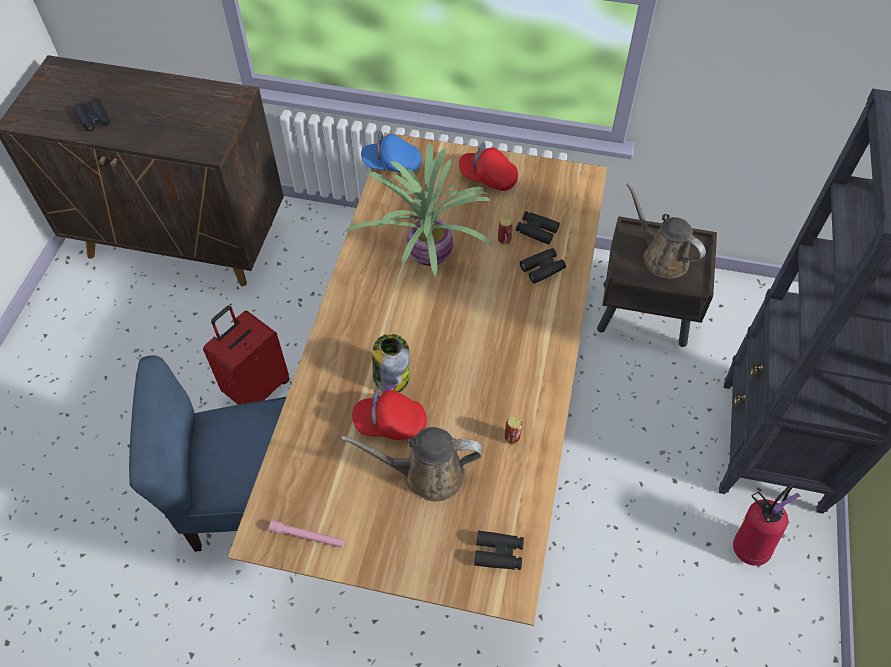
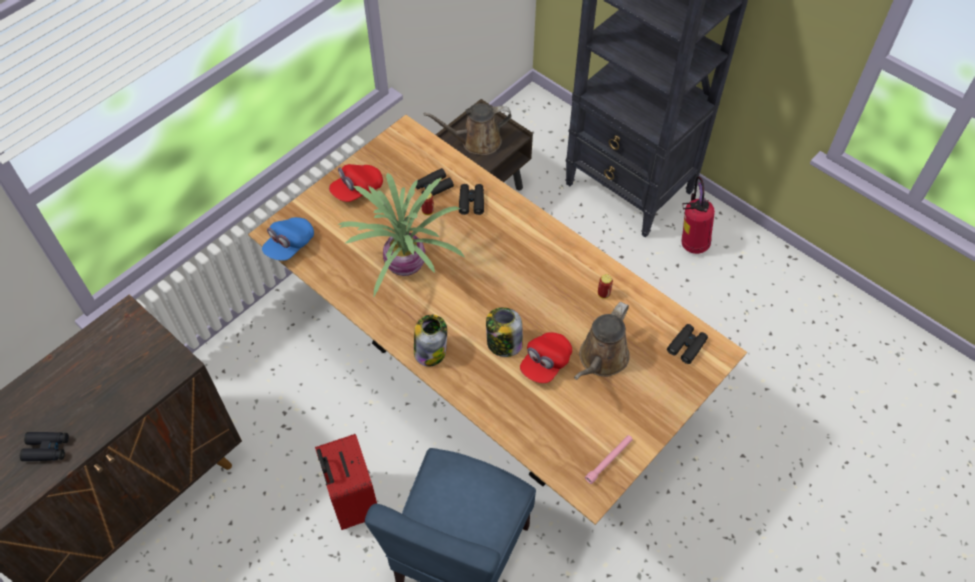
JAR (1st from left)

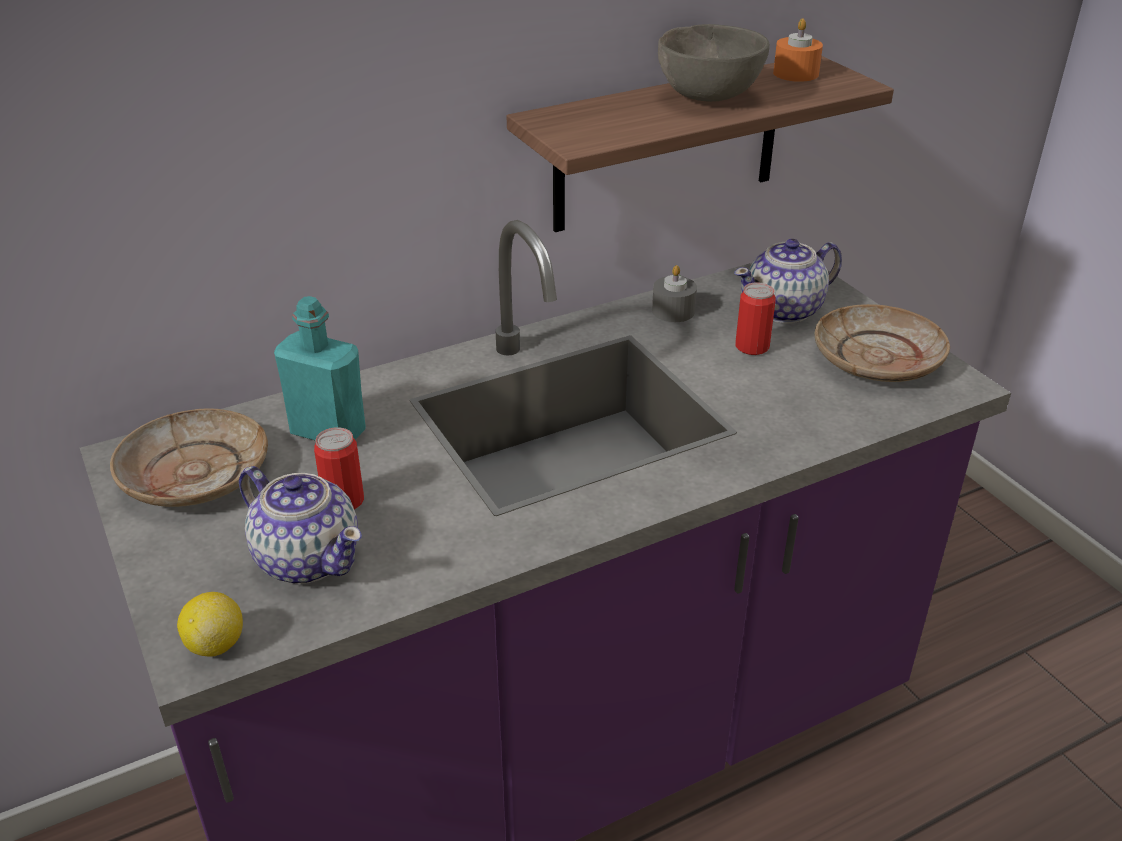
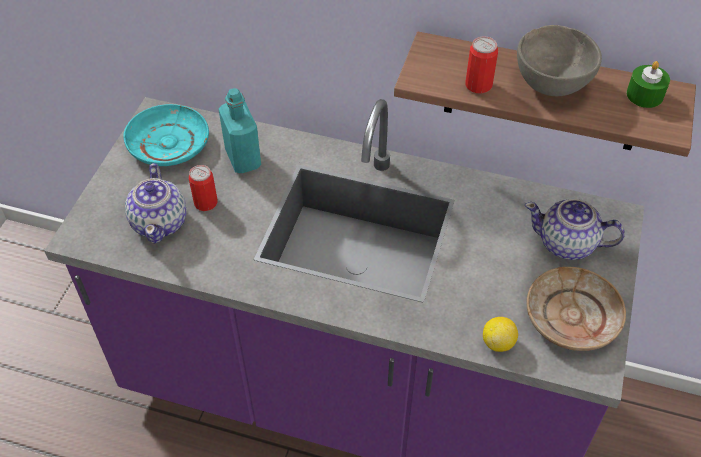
GREEN CANDLE
GREY CANDLE
CAN (2nd from left)
TURQUOISE PLATE
LEMON

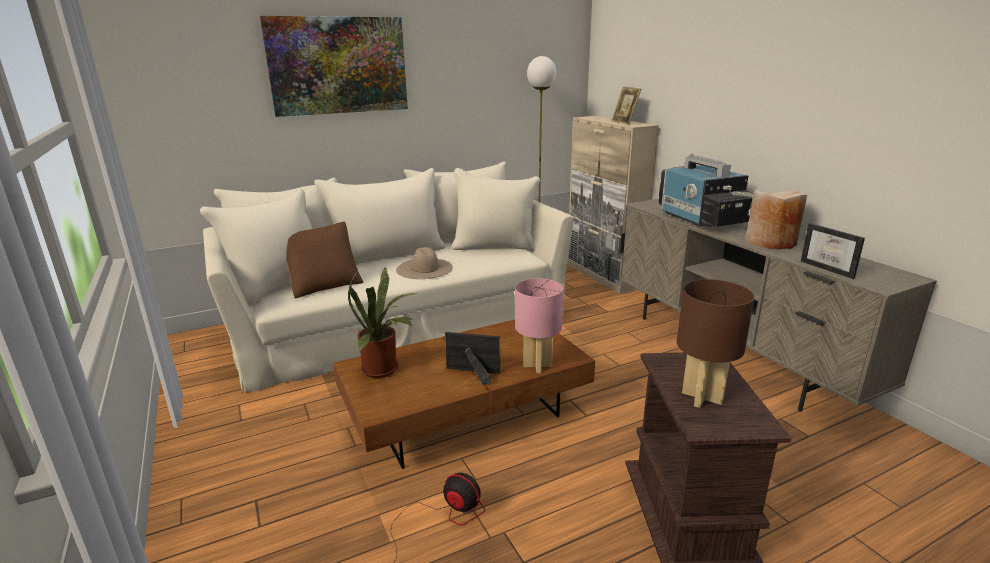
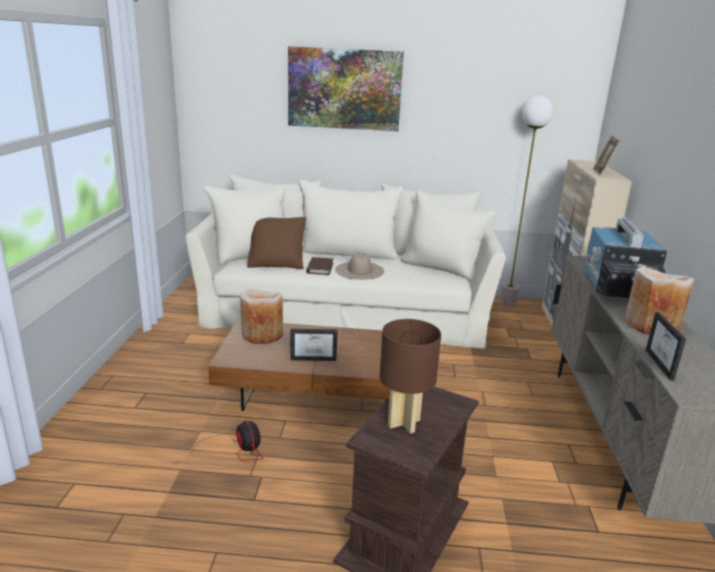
BEIGE VASE (1st from left)
PINK TABLE LAMP
PICTURE FRAME (1st from left)
BROWN BOOK

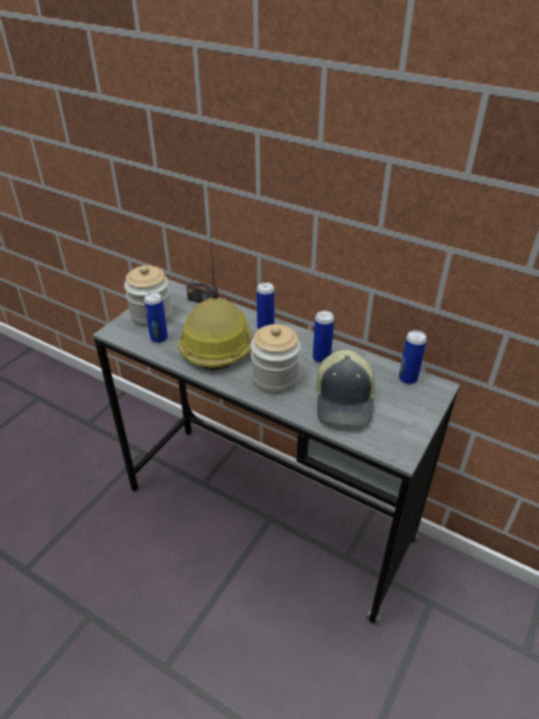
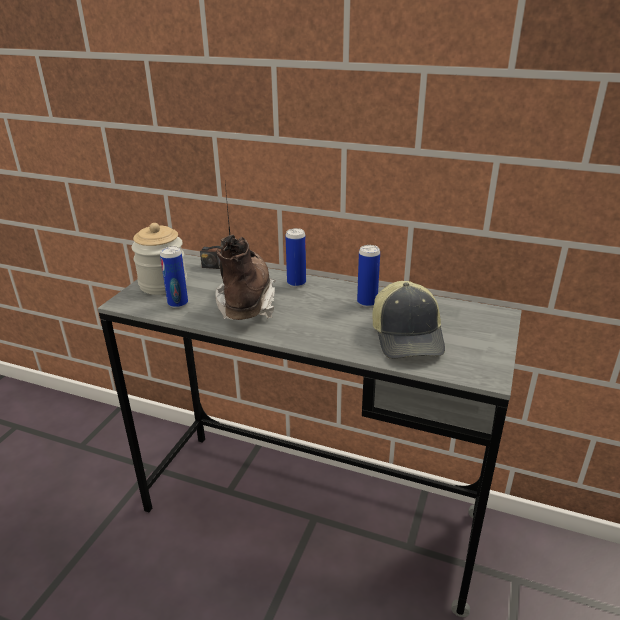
BROWN BOOT
JAR (2nd from left in the first image)
CAN (4th from left in the first image)

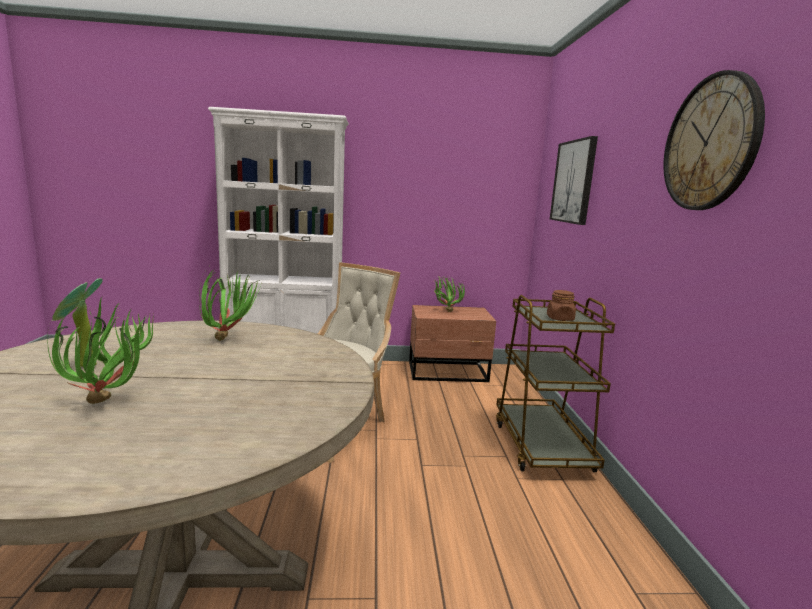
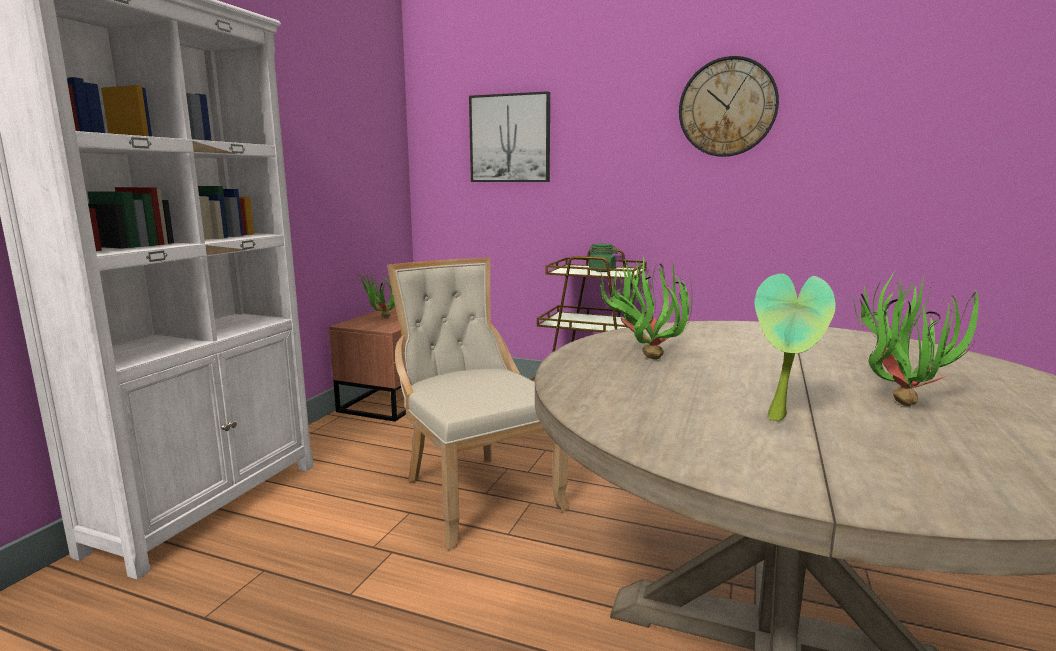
GREEN JAR

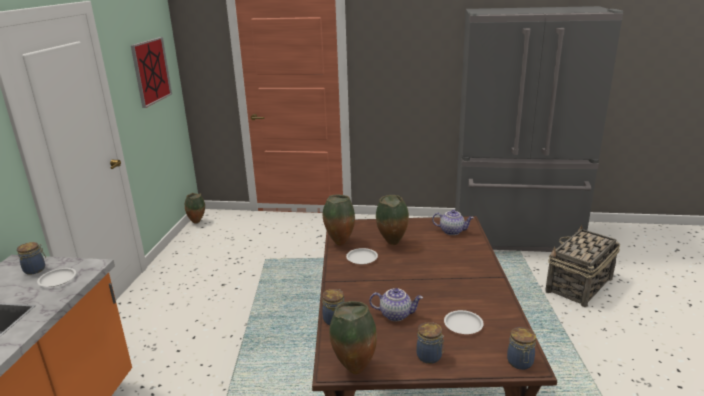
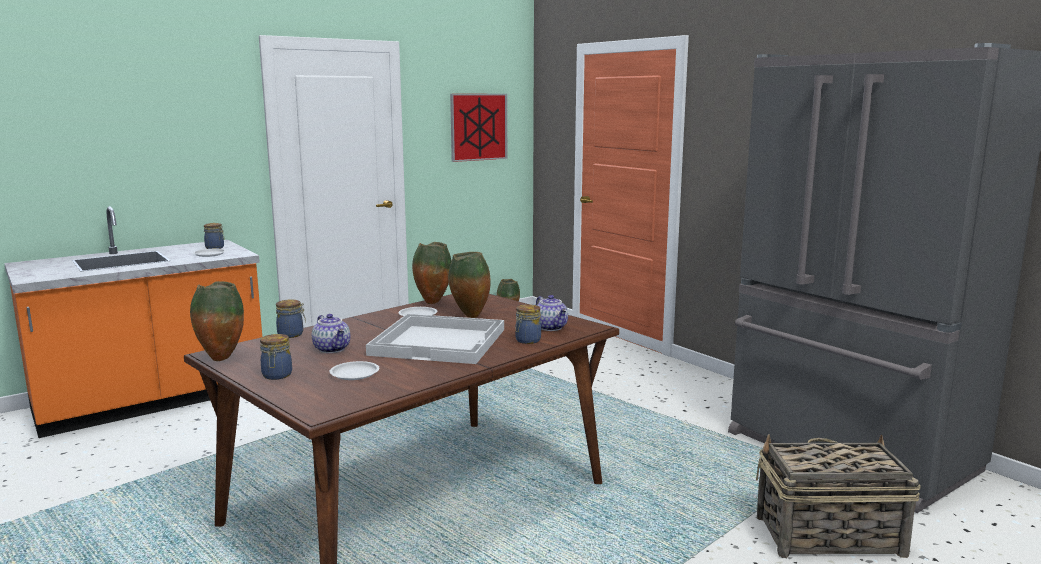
JAR (4th from left)
WHITE TRAY

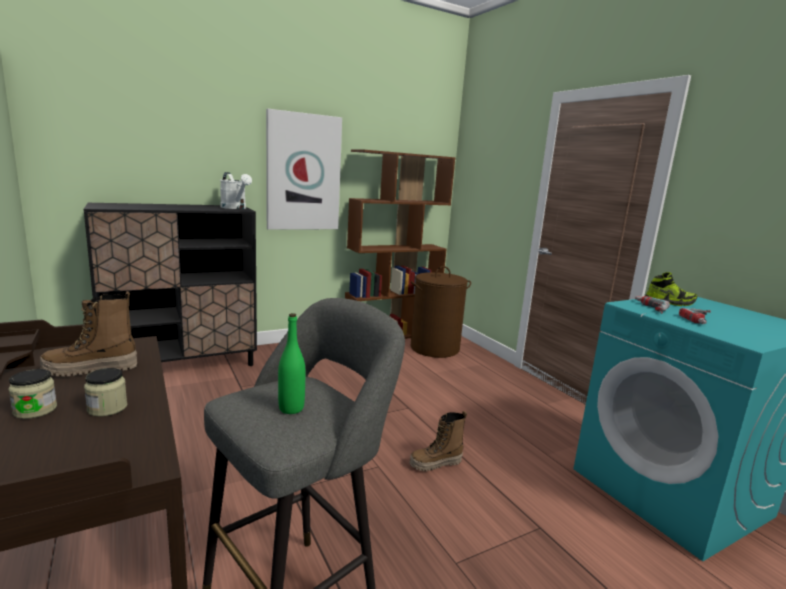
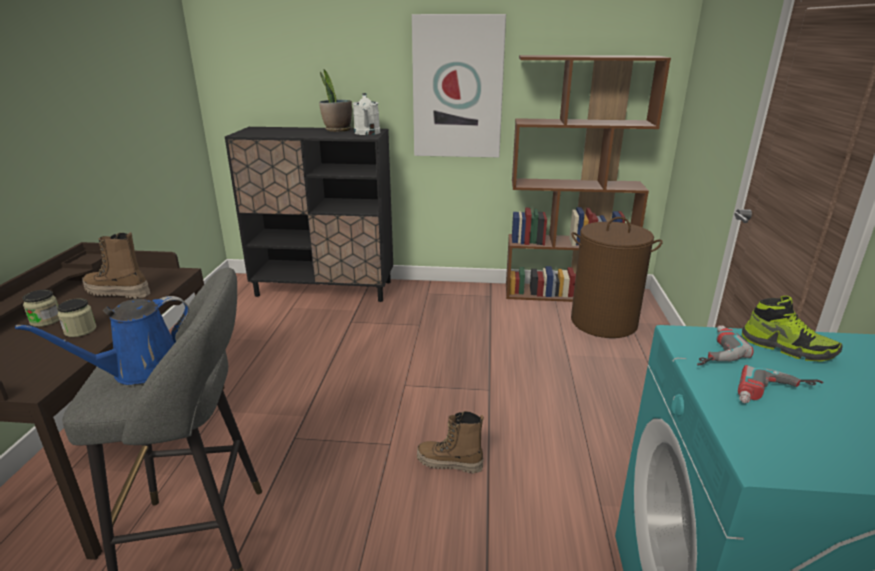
BLUE WATERING CAN
POTTED PLANT

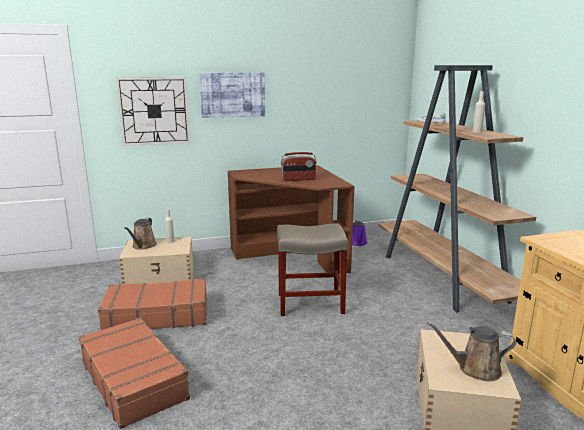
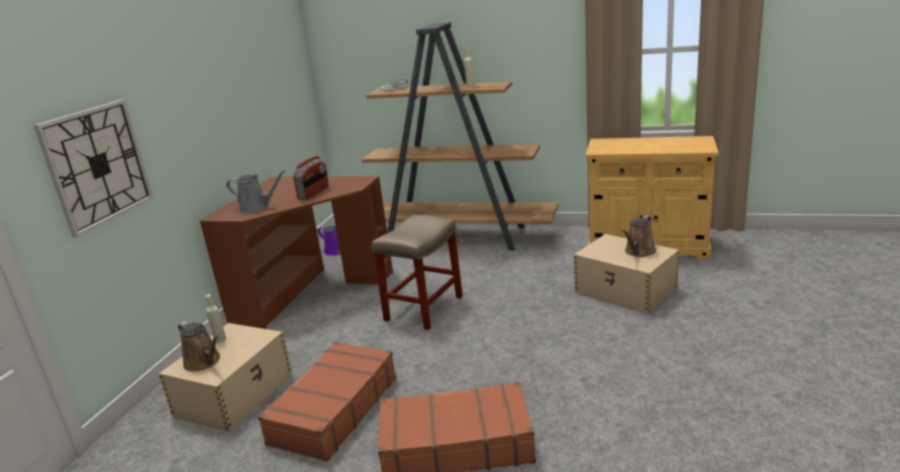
PICTURE
GREY WATERING CAN

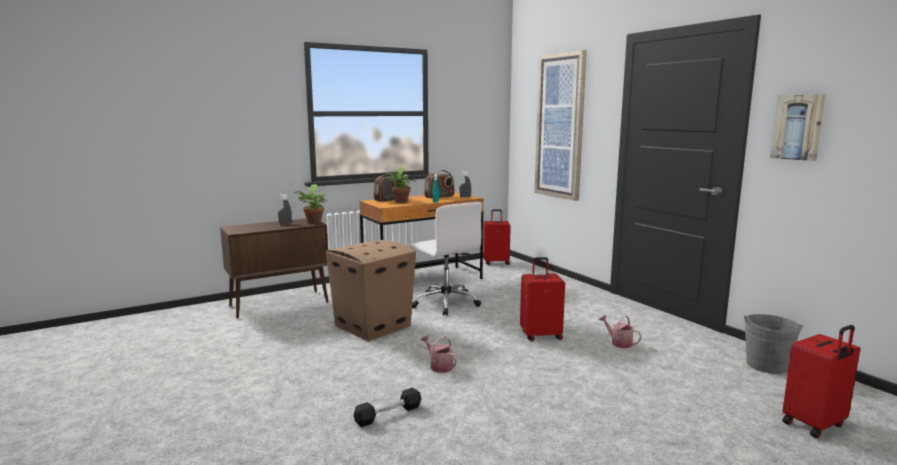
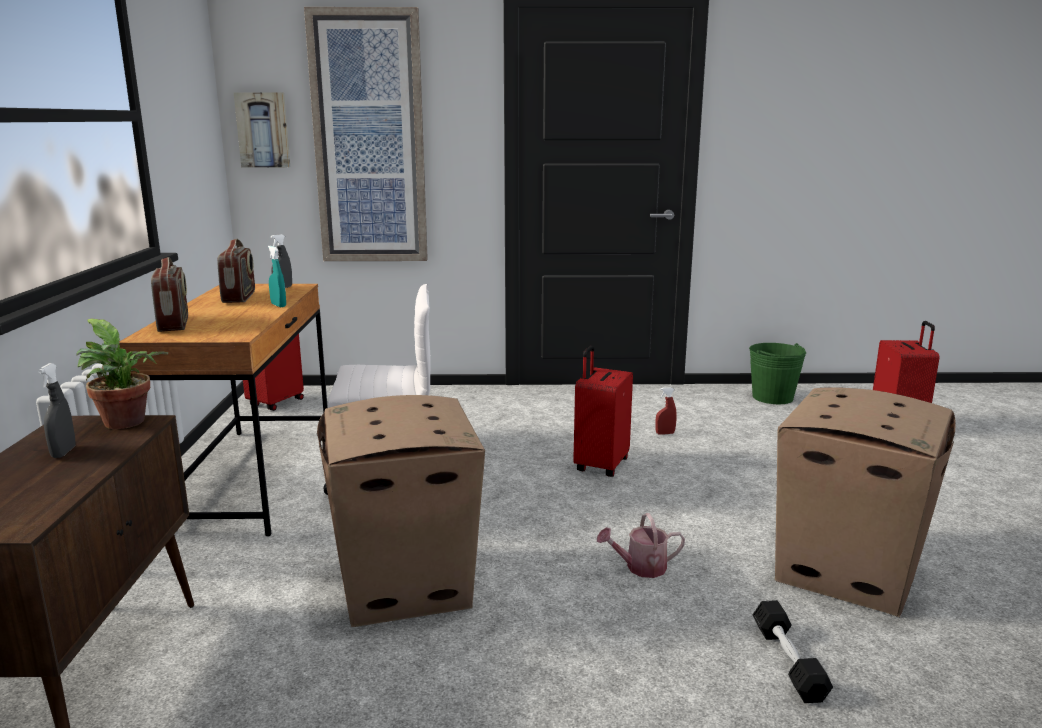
PICTURE (1st from left)
POTTED PLANT (2nd from left in the first image)
GREEN BUCKET
RED SPRAY BOTTLE
CARDBOARD BOX (2nd from left)

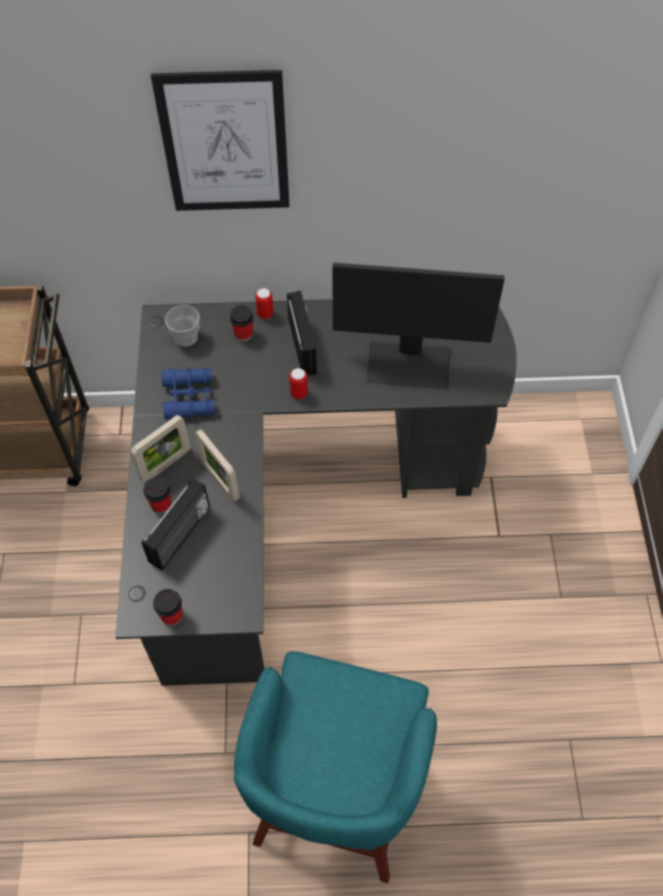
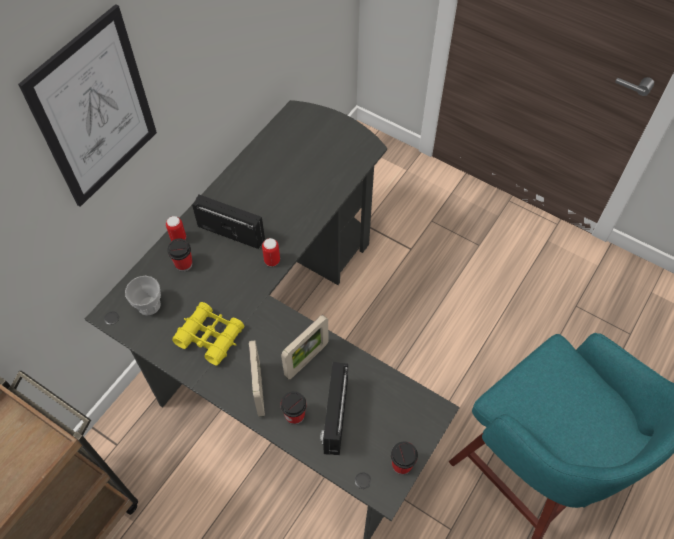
MONITOR
YELLOW BINOCULARS
PICTURE FRAME (2nd from left)
RADIO (2nd from left)

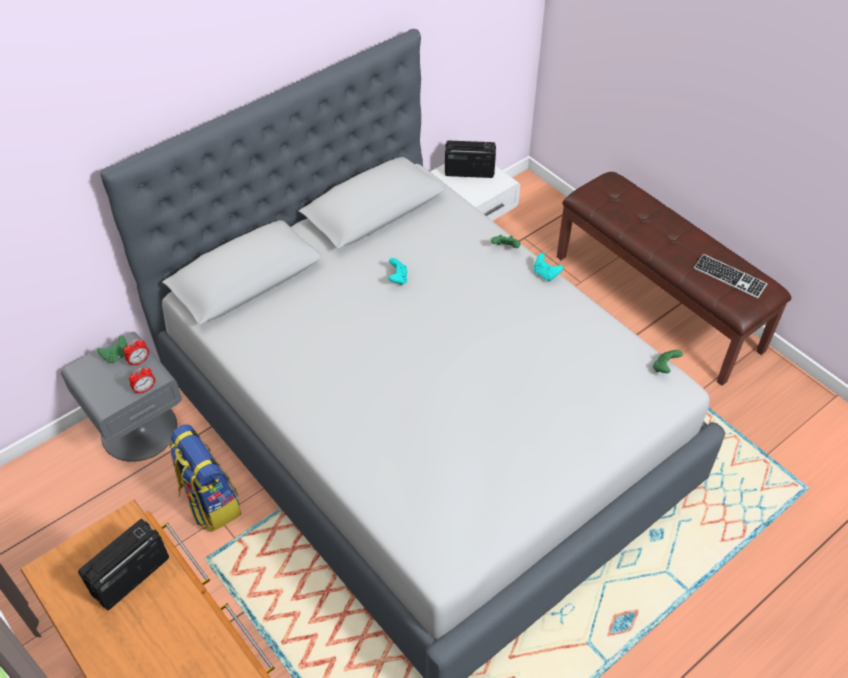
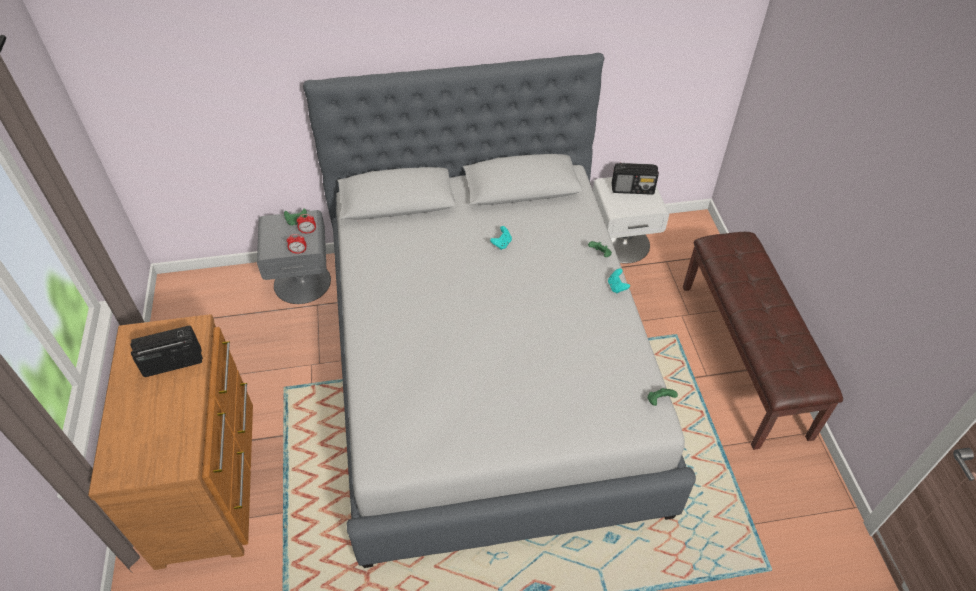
RADIO (2nd from left)
KEYBOARD
BACKPACK

